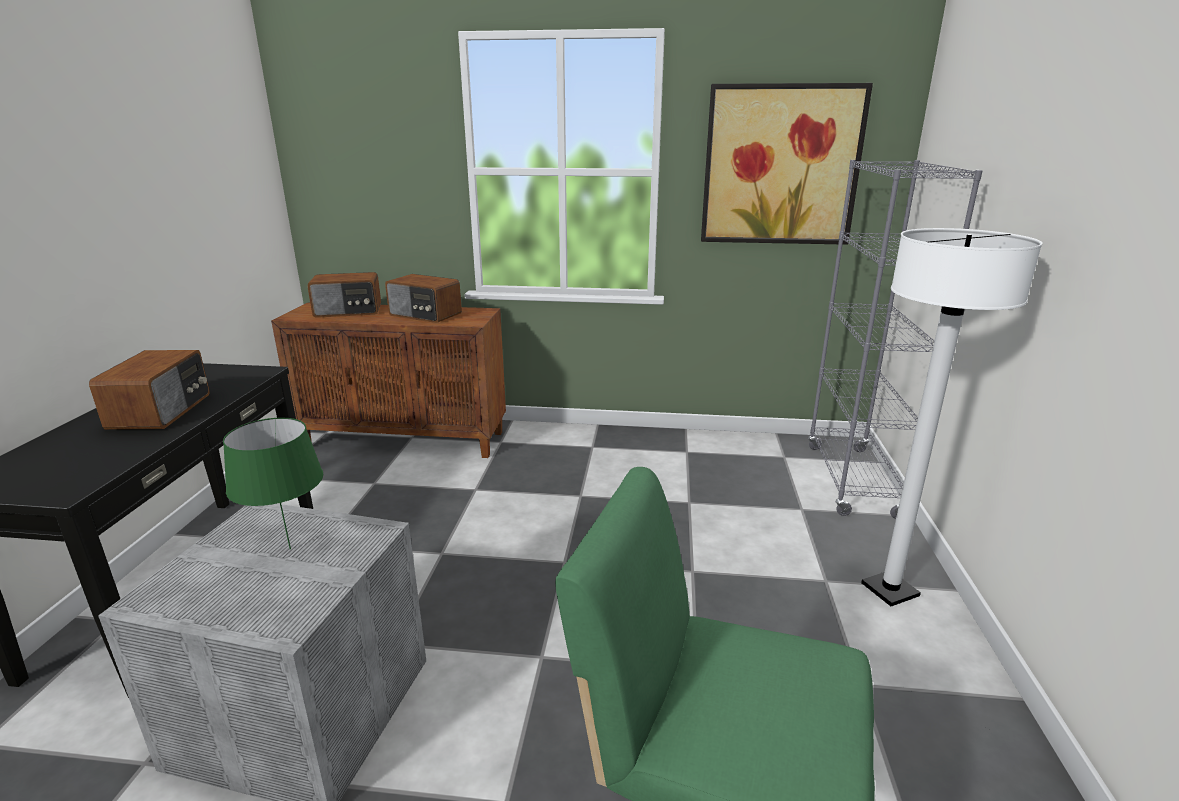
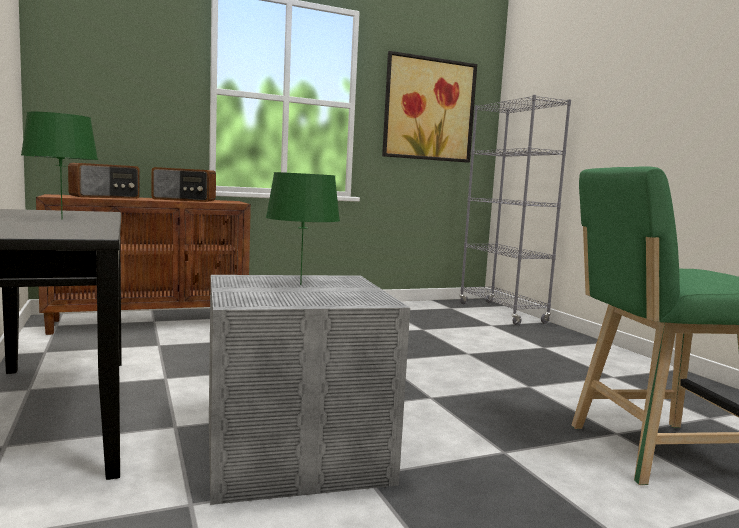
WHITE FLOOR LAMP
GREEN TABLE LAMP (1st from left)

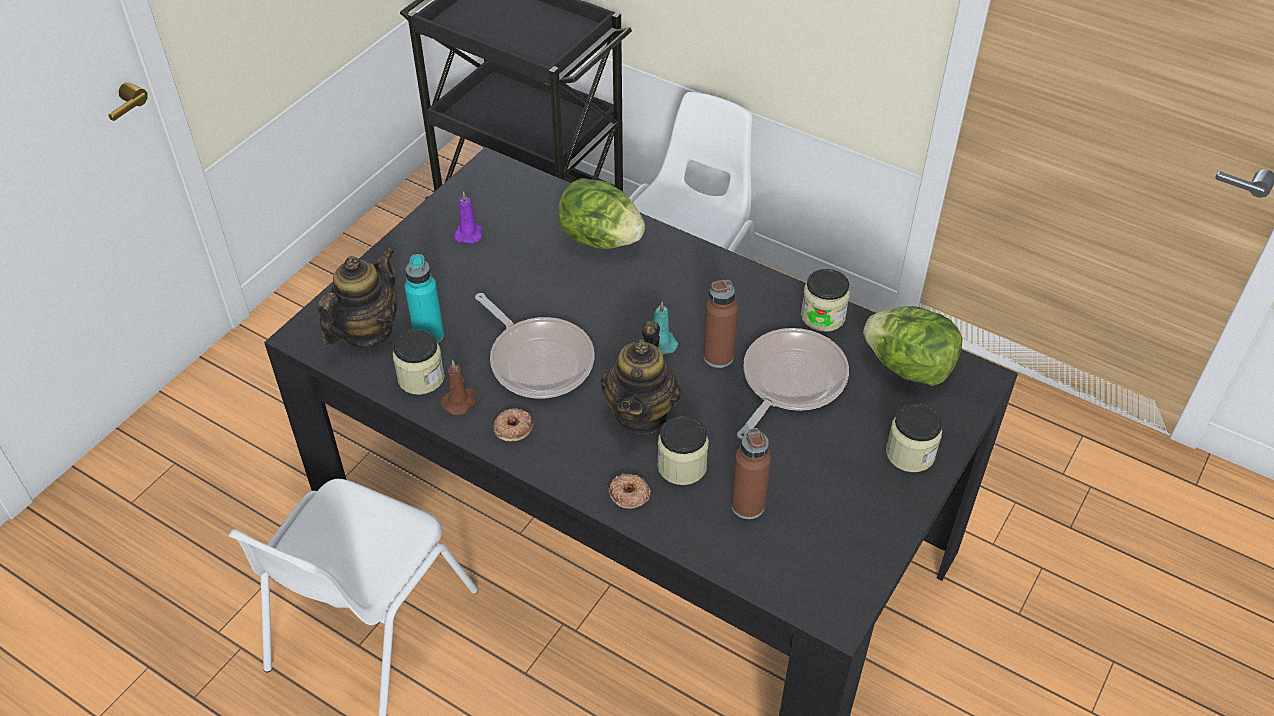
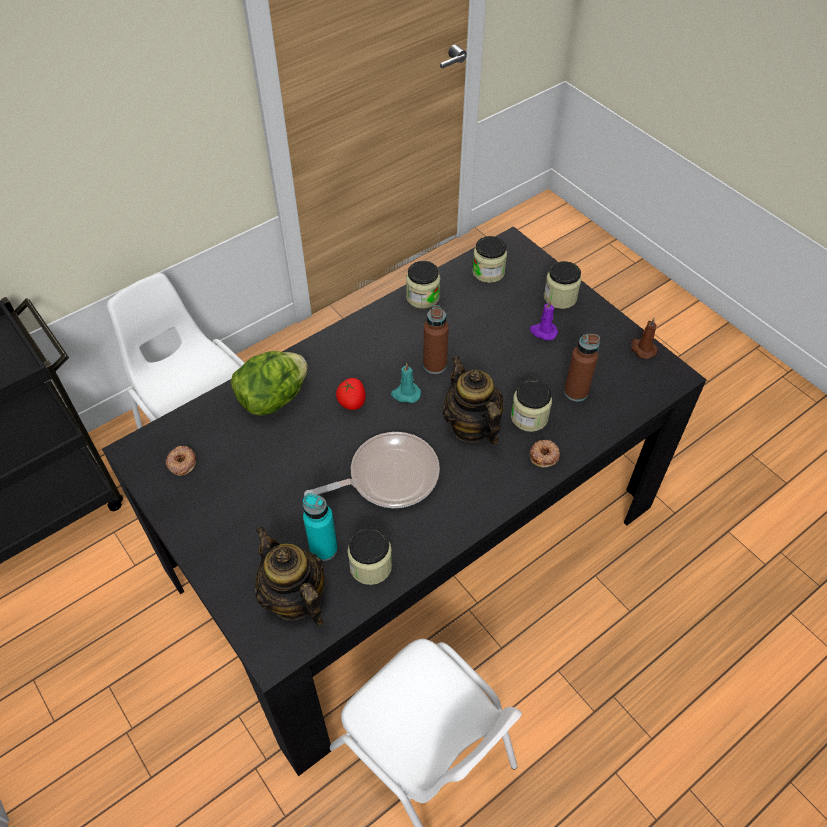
PURPLE CANDLE
JAR (3rd from left)
TEAPOT (2nd from left)
FRYING PAN (2nd from left in the first image)
BROWN CANDLE
DONUT (1st from left)
TOMATO

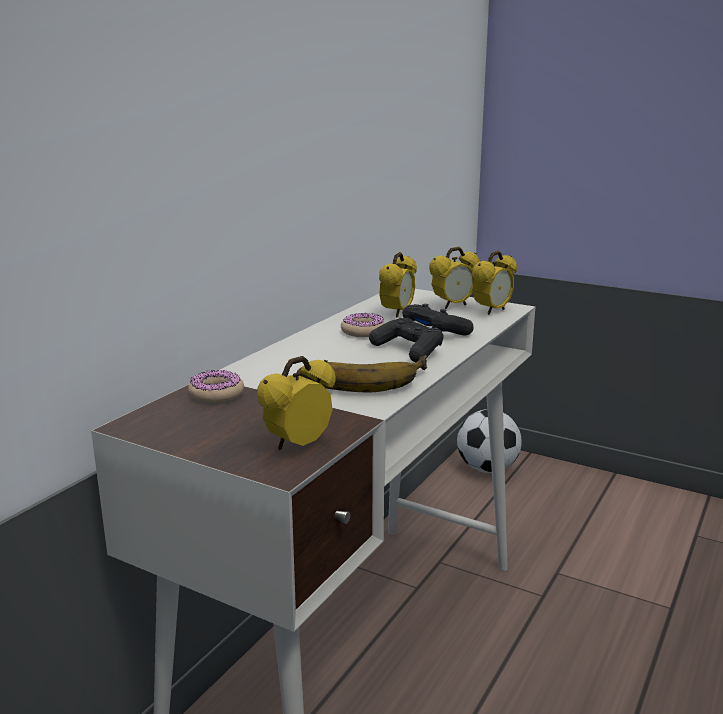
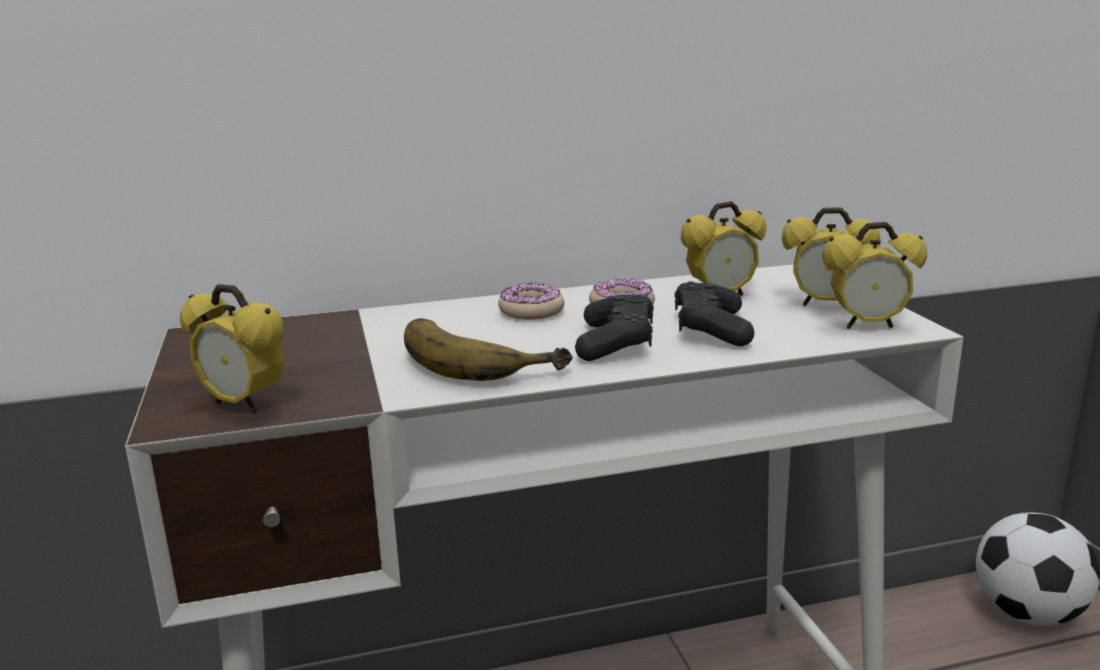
ALARM CLOCK (1st from left)
DONUT (1st from left)

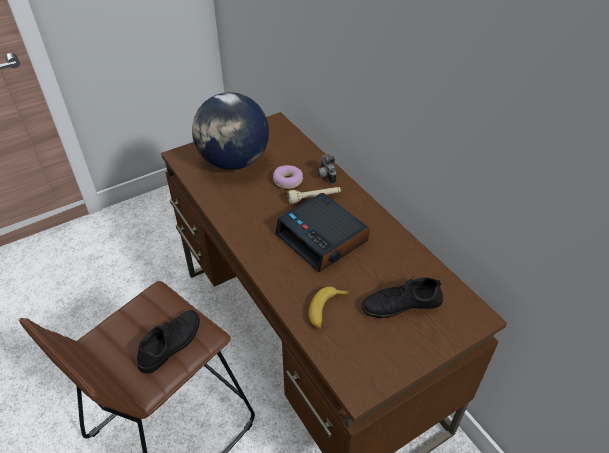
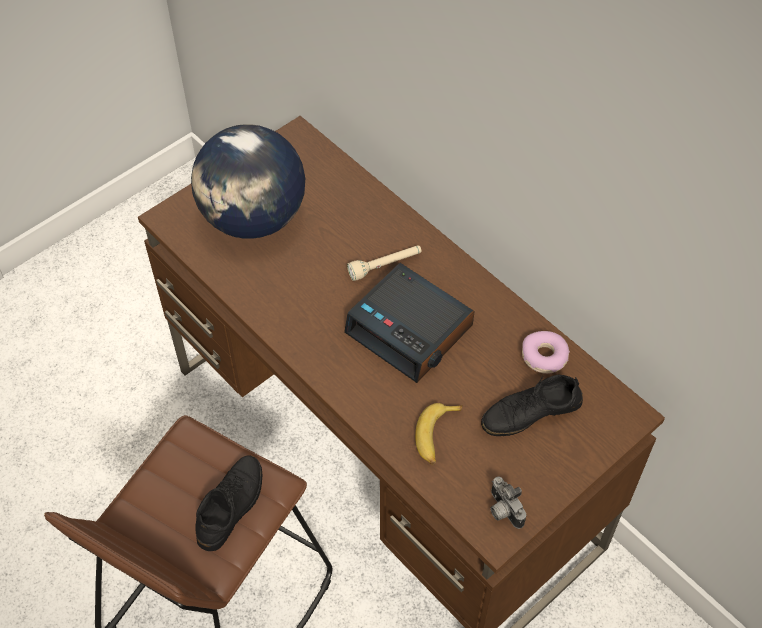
PHOTO CAMERA
DONUT

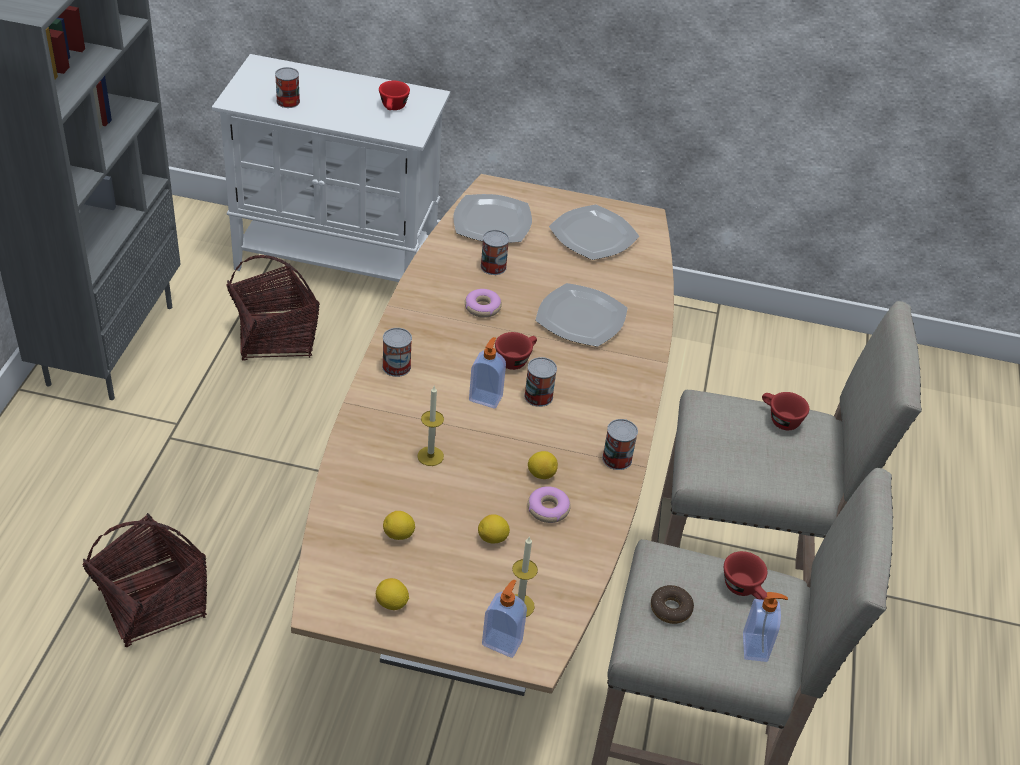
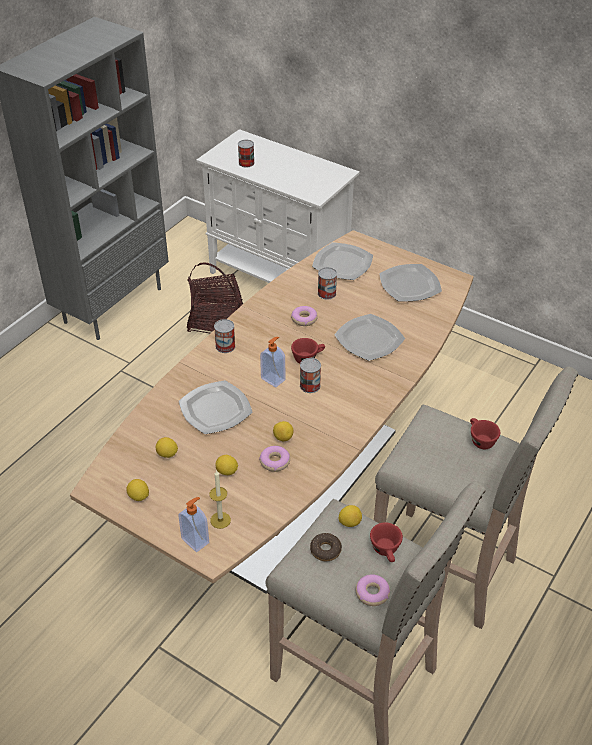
RED CUP (1st from left in the first image)
PLATE (1st from left)
CAN (5th from left in the first image)
BASKET (1st from left in the first image)
DONUT (4th from left)
LEMON (5th from left)

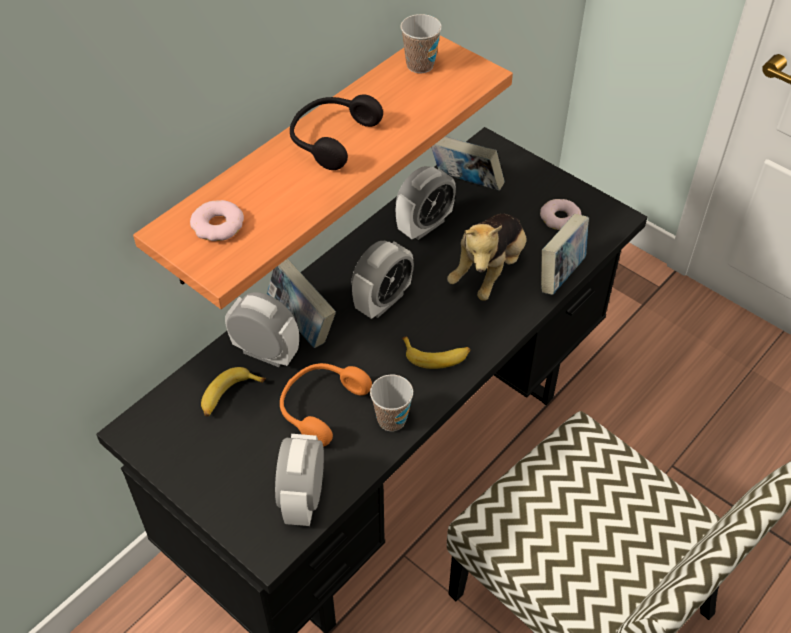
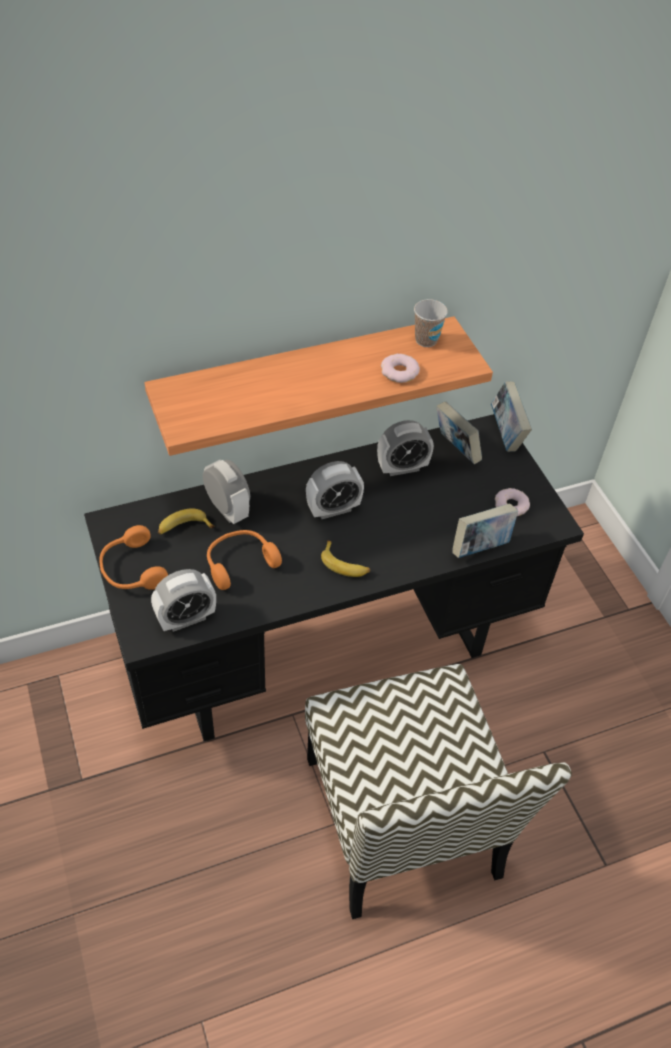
BLACK HEADPHONES
DONUT (1st from left)
PLUSH TOY
BOOK (3rd from left)
CUP (1st from left in the first image)
ALARM CLOCK (1st from left)
ORANGE HEADPHONES (1st from left)

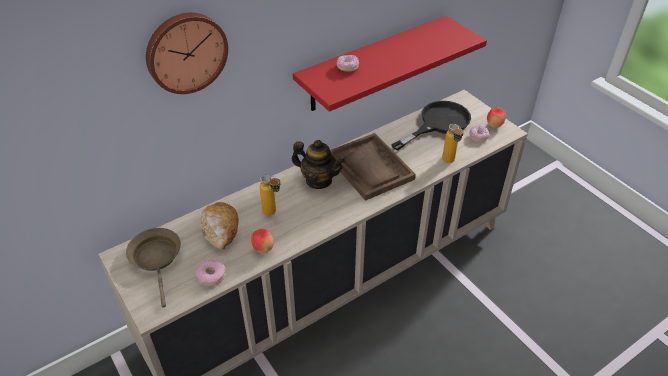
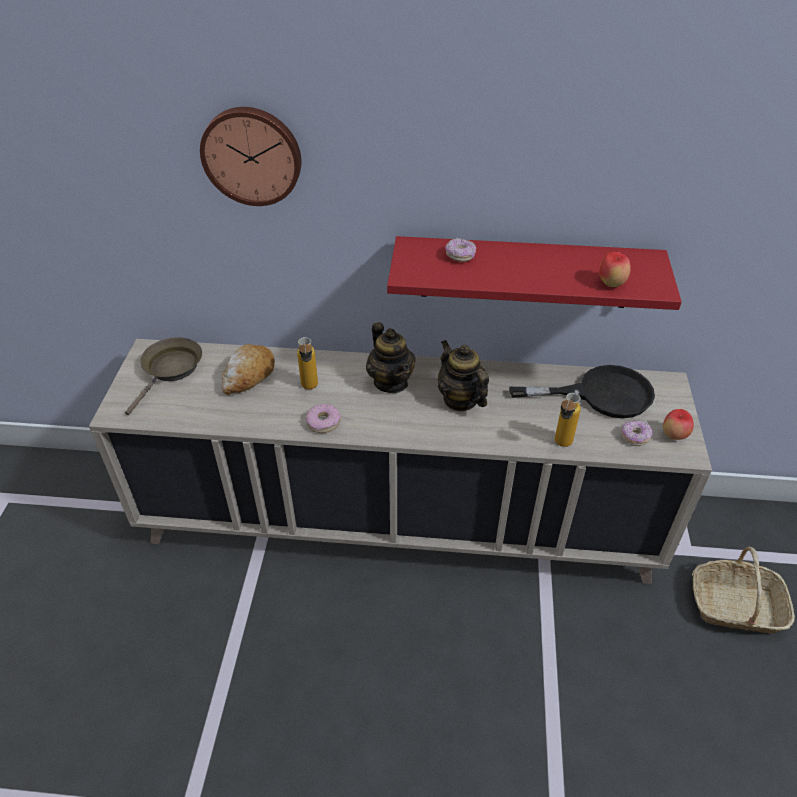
TEAPOT (2nd from left)
APPLE (1st from left)
DONUT (1st from left)
BASKET

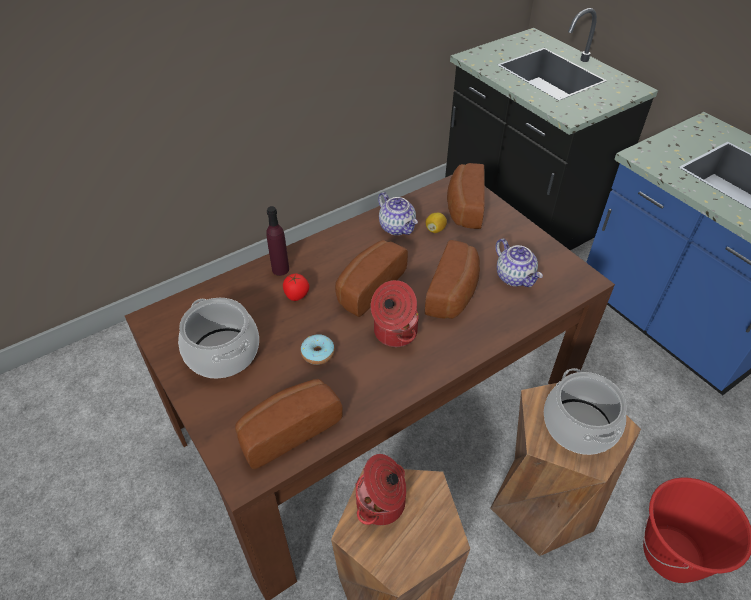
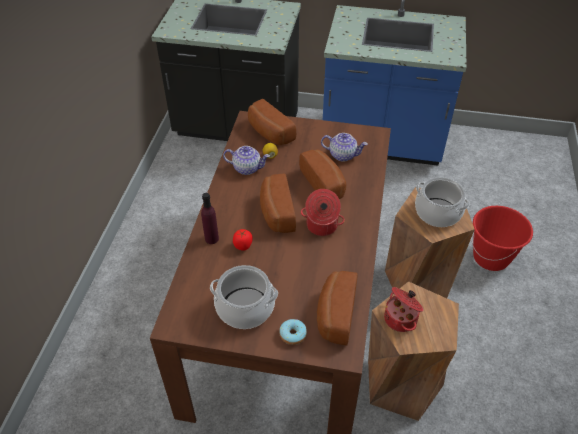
DONUT

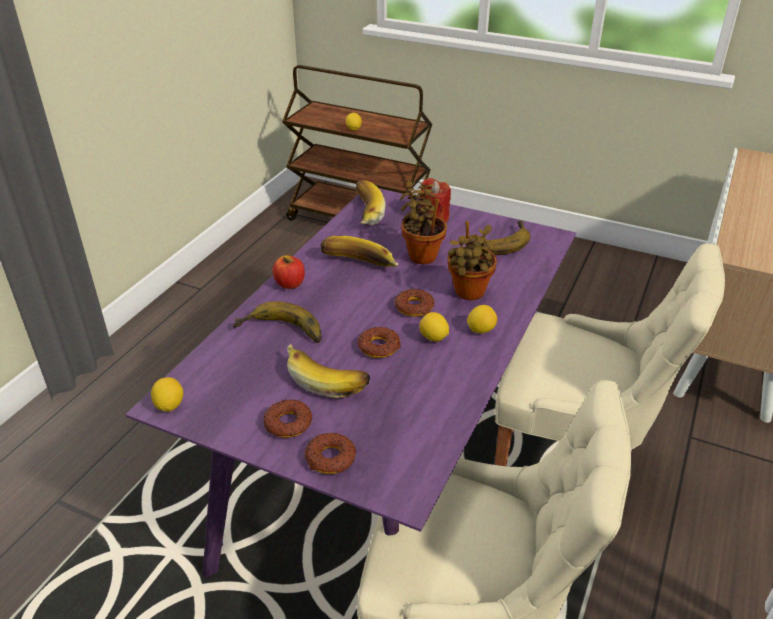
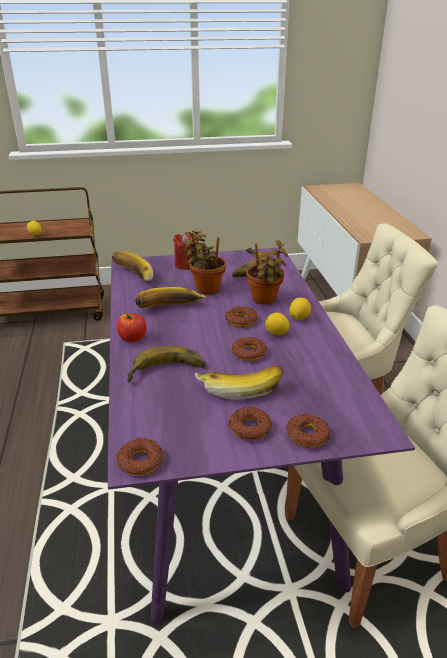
DONUT (1st from left)

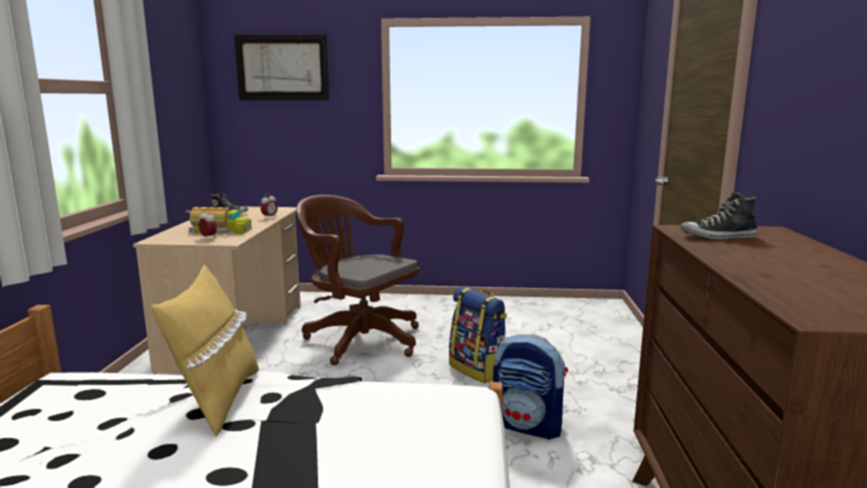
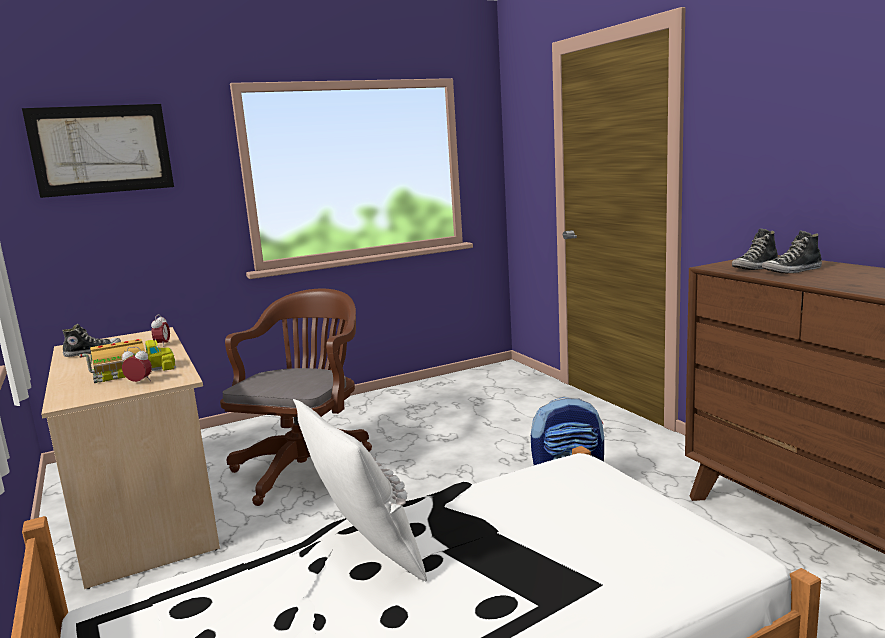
BROWN OFFICE CHAIR
WHITE PILLOW
BACKPACK (1st from left in the first image)
SHOE (3rd from left)

